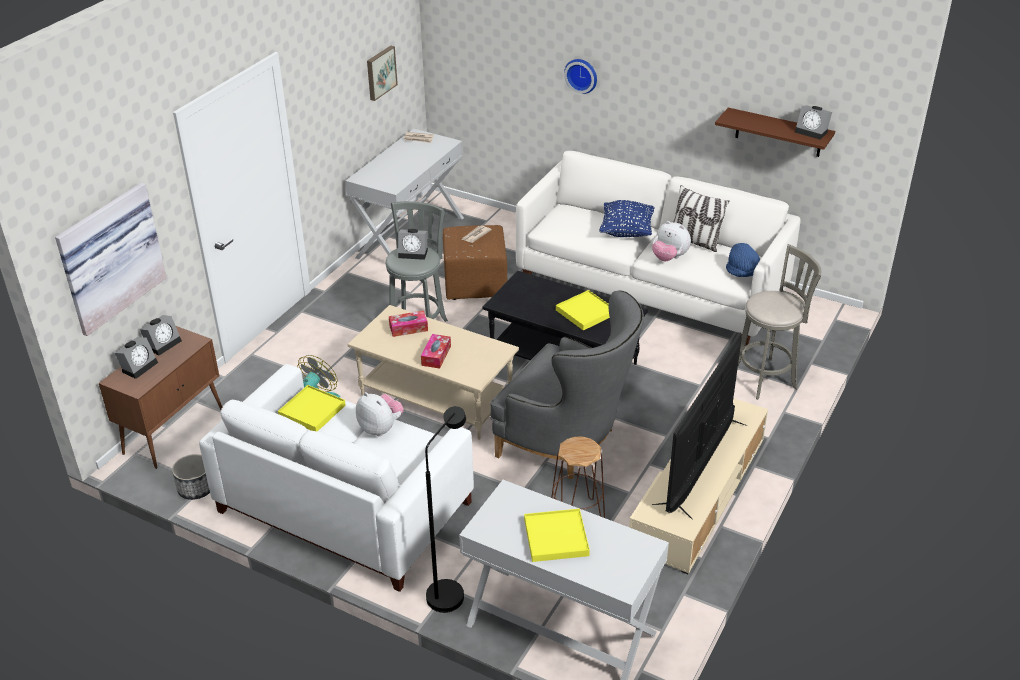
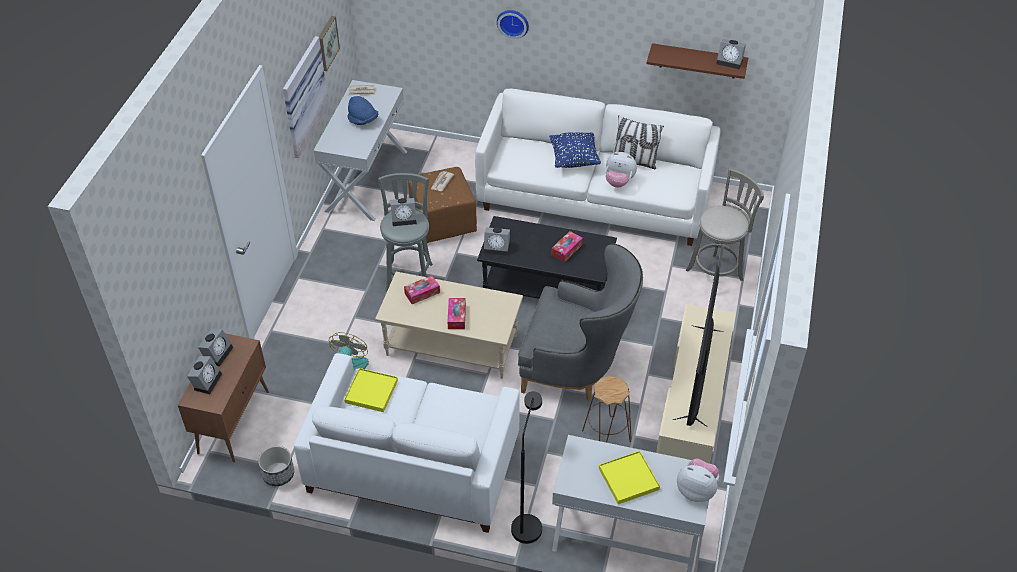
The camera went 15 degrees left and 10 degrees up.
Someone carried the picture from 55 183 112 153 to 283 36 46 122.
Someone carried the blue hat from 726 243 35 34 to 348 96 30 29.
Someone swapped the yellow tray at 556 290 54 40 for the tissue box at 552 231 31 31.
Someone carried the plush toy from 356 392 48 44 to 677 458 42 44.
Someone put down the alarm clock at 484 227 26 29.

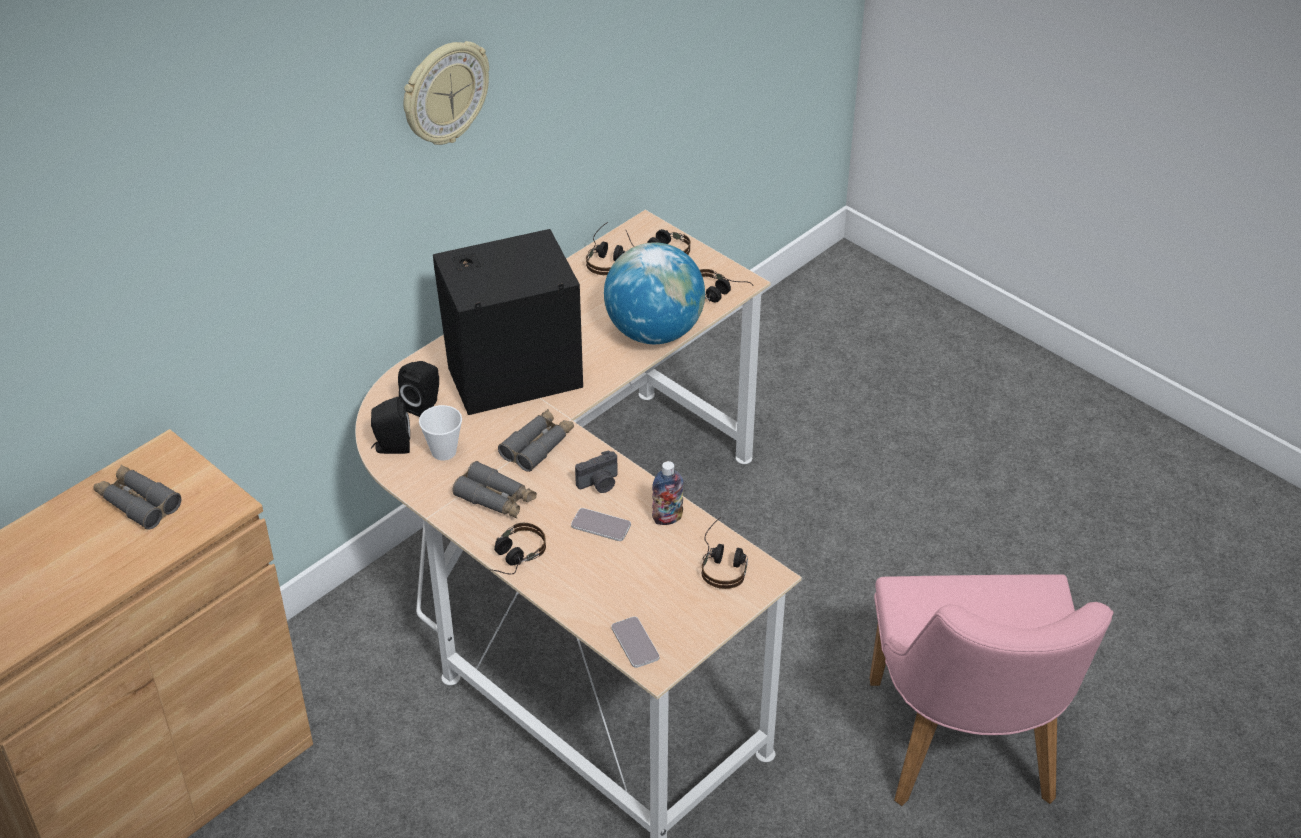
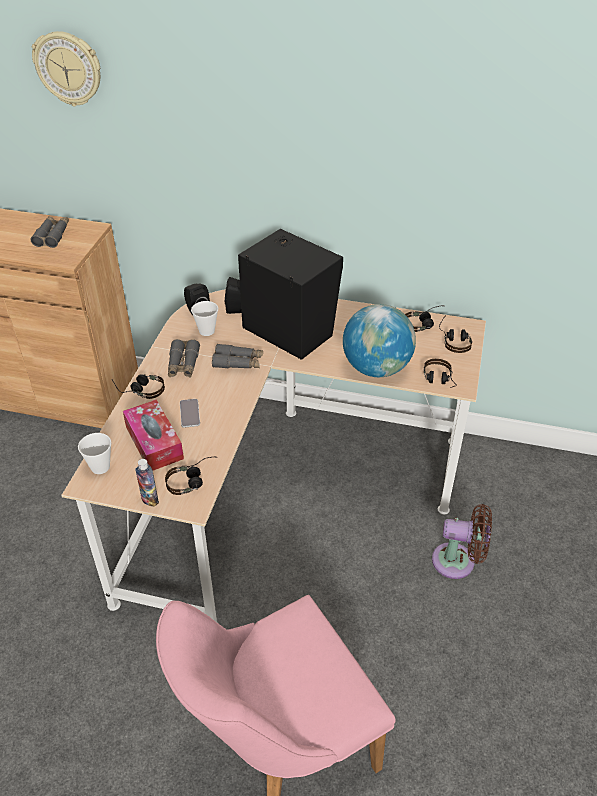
The camera went 60 degrees right and 0 degrees up.
Someone carried the wall clock from 403 41 86 104 to 32 31 68 76.
Someone took away the photo camera at 575 450 43 43.
Someone carried the bottle from 652 461 32 64 to 135 459 24 48.
Someone swapped the phone at 612 617 47 51 for the cup at 78 433 33 41.
Someone put down the tissue box at 123 400 61 70.
Someone put down the brown fan at 432 504 60 75.

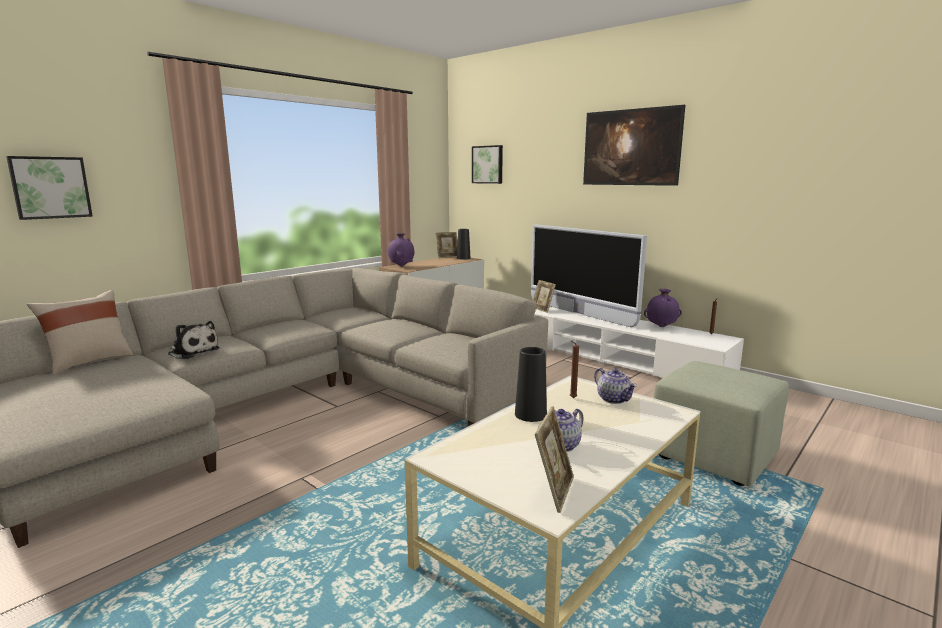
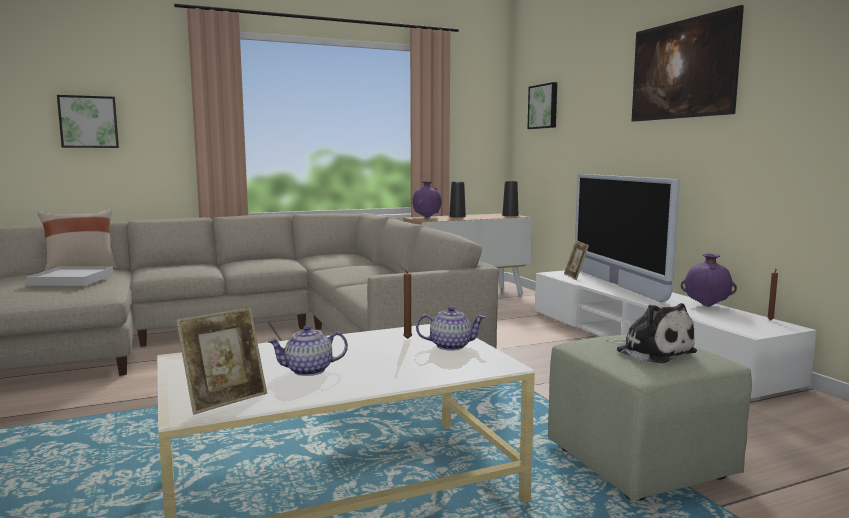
The camera went 25 degrees right and 5 degrees down.
Someone took away the picture frame at 436 232 22 26.
Someone carried the plush toy from 168 321 52 38 to 606 303 91 61.
Someone carried the black vase from 515 347 32 75 to 449 182 17 36.
Someone rotated the teapot at 594 368 43 36 by 90 degrees counterclockwise.
Someone put down the white tray at 26 267 88 19.

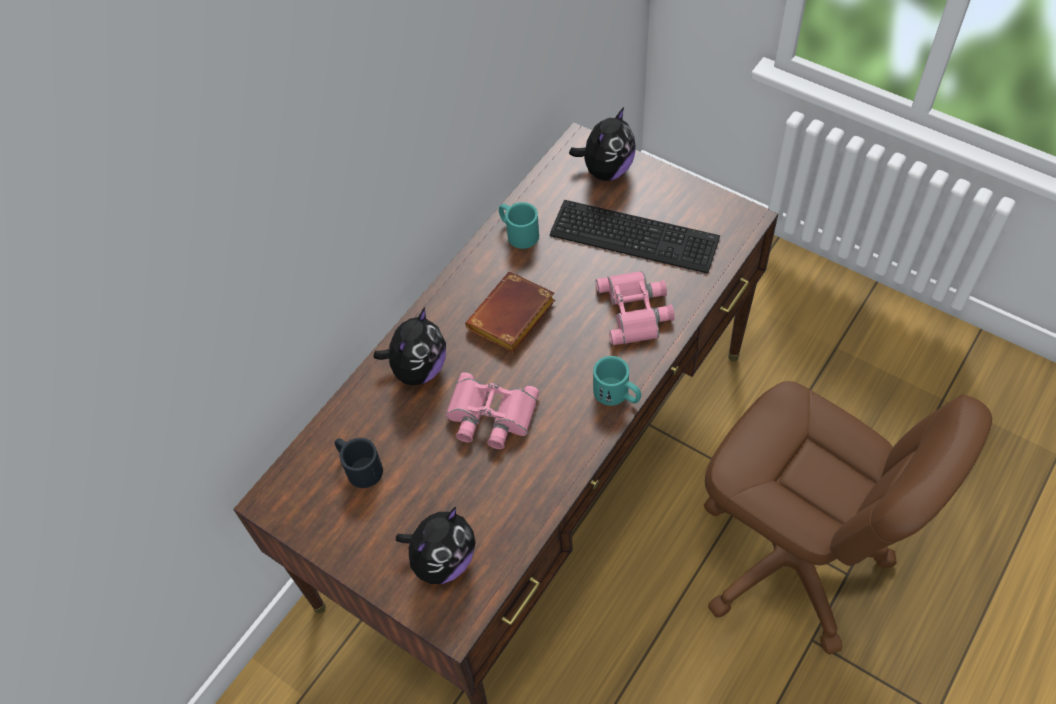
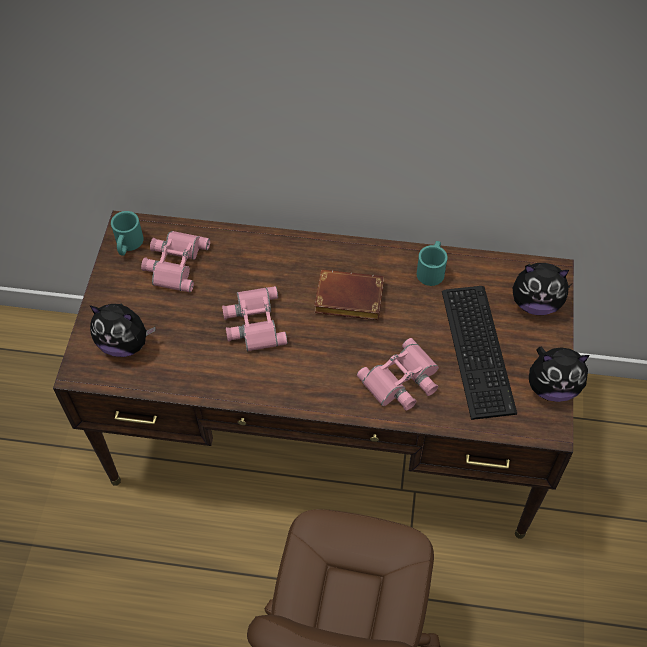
The camera went 60 degrees right and 0 degrees up.
Someone carried the plush toy from 373 307 73 78 to 529 346 61 56.
Someone carried the turquoise mug from 593 356 48 50 to 111 211 33 45.
Someone swapped the black mug at 334 438 49 50 for the pink binoculars at 141 231 69 61.

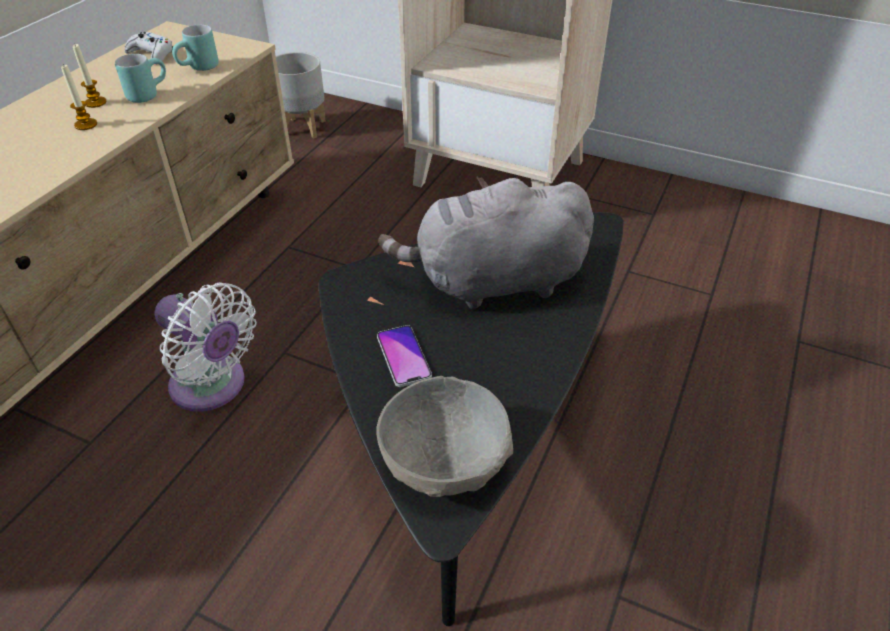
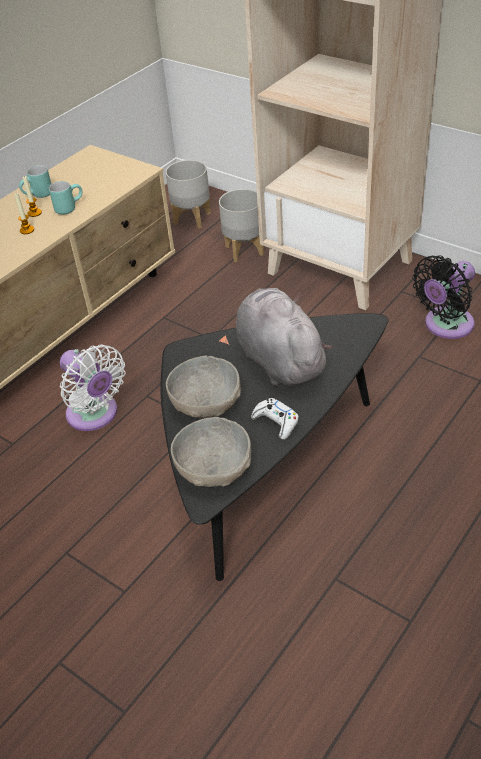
The camera went 15 degrees right and 0 degrees up.
Someone carried the turquoise mug from 172 25 47 46 to 19 165 32 33.
Someone carried the white game controller from 124 32 49 32 to 251 398 48 42.
Someone rotated the grey plush toy at 378 177 216 132 by 60 degrees clockwise.
Someone swapped the phone at 377 325 55 62 for the grey bowl at 166 356 75 62.
Someone put down the grey planter at 219 189 45 73.
Someone put down the black fan at 412 255 63 84.

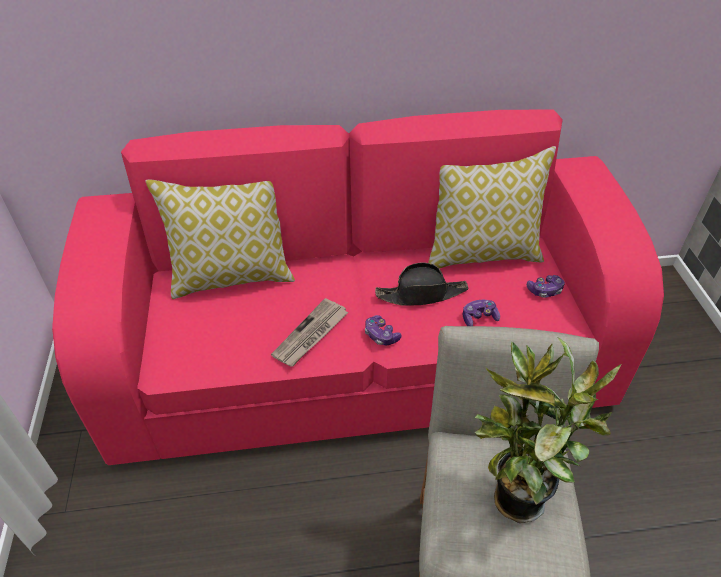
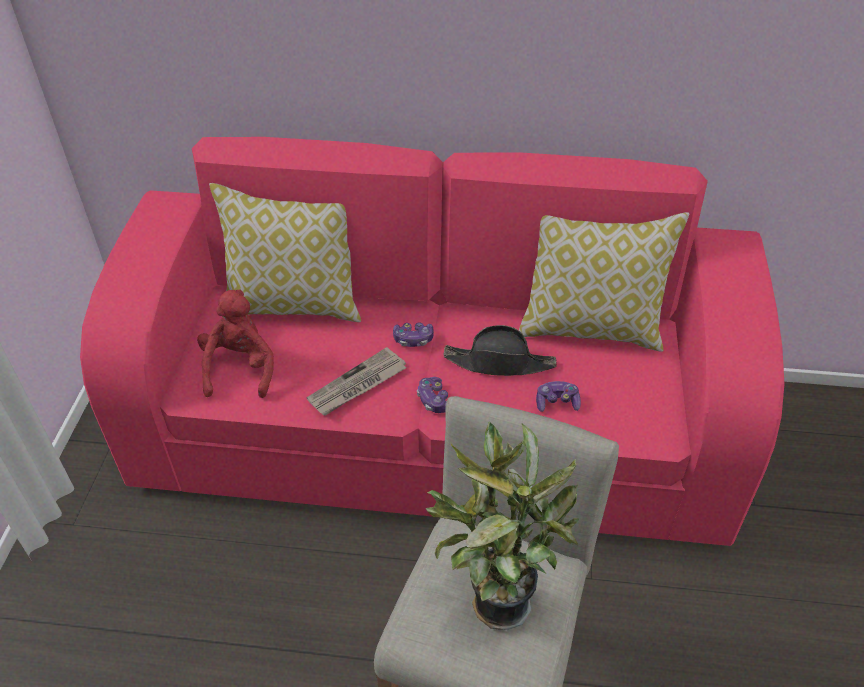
The camera went 15 degrees right and 0 degrees up.
Someone carried the game controller from 527 275 38 23 to 393 322 41 25.
Someone put down the red plush toy at 197 289 77 109.

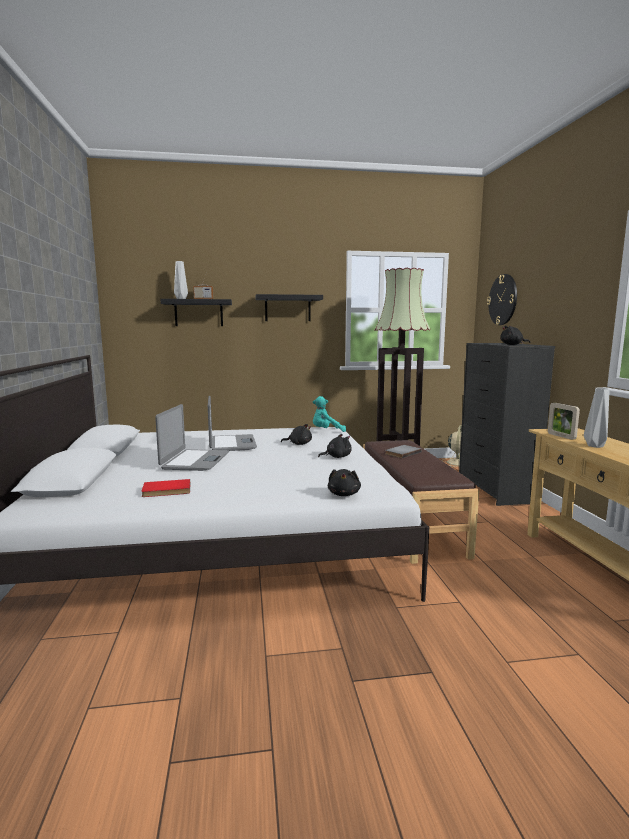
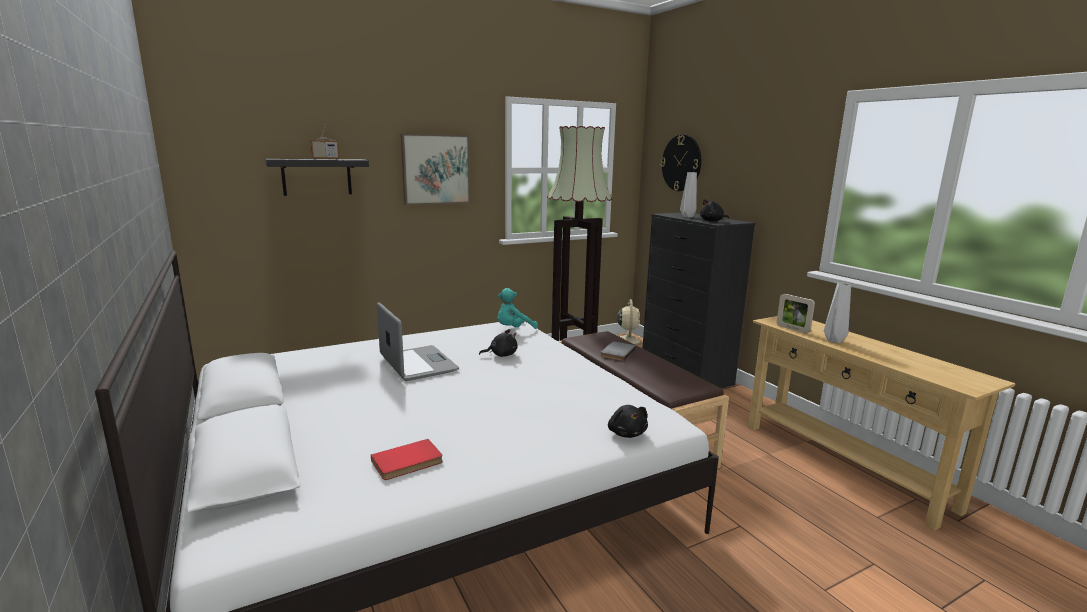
The camera went 20 degrees left and 5 degrees up.
Someone carried the grey vase from 174 261 14 38 to 680 172 17 46.
Someone swapped the black shelf at 255 294 68 27 for the picture at 401 134 69 71.
Someone took away the laptop at 155 404 74 67.
Someone took away the black plush toy at 318 434 34 24.

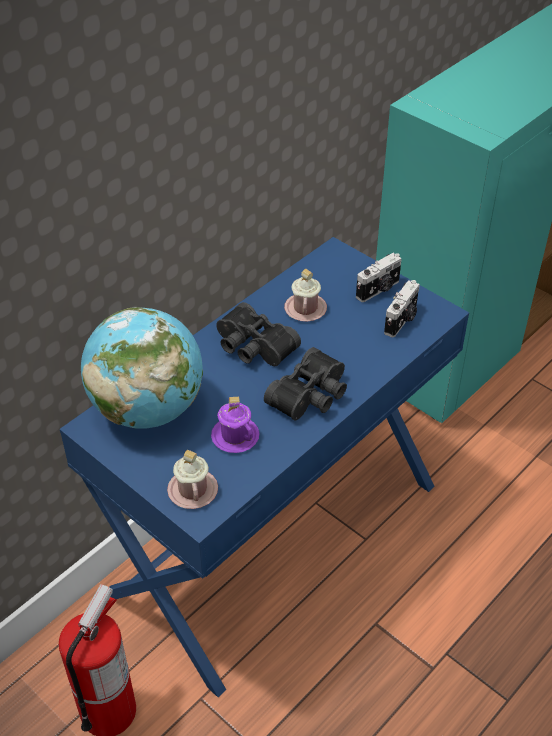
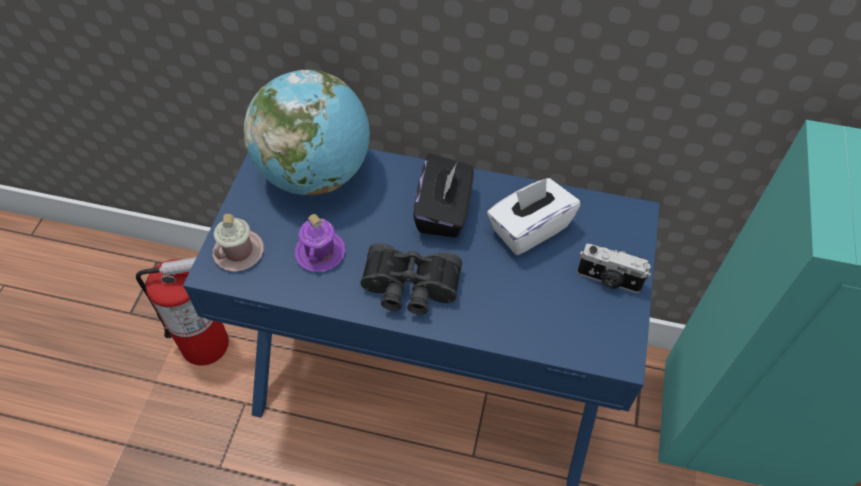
The camera went 60 degrees right and 10 degrees up.
Someone swapped the pink mug at 284 269 43 52 for the white tissue box at 487 178 93 77.
Someone took away the photo camera at 384 280 36 57.
Someone swapped the black binoculars at 216 302 85 64 for the black tissue box at 413 153 61 84.

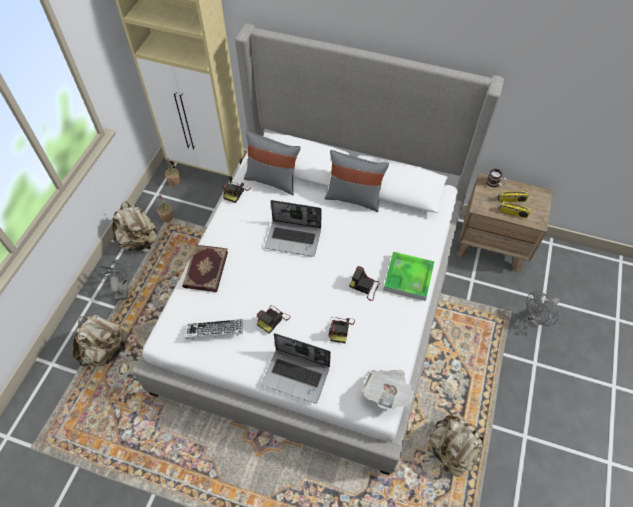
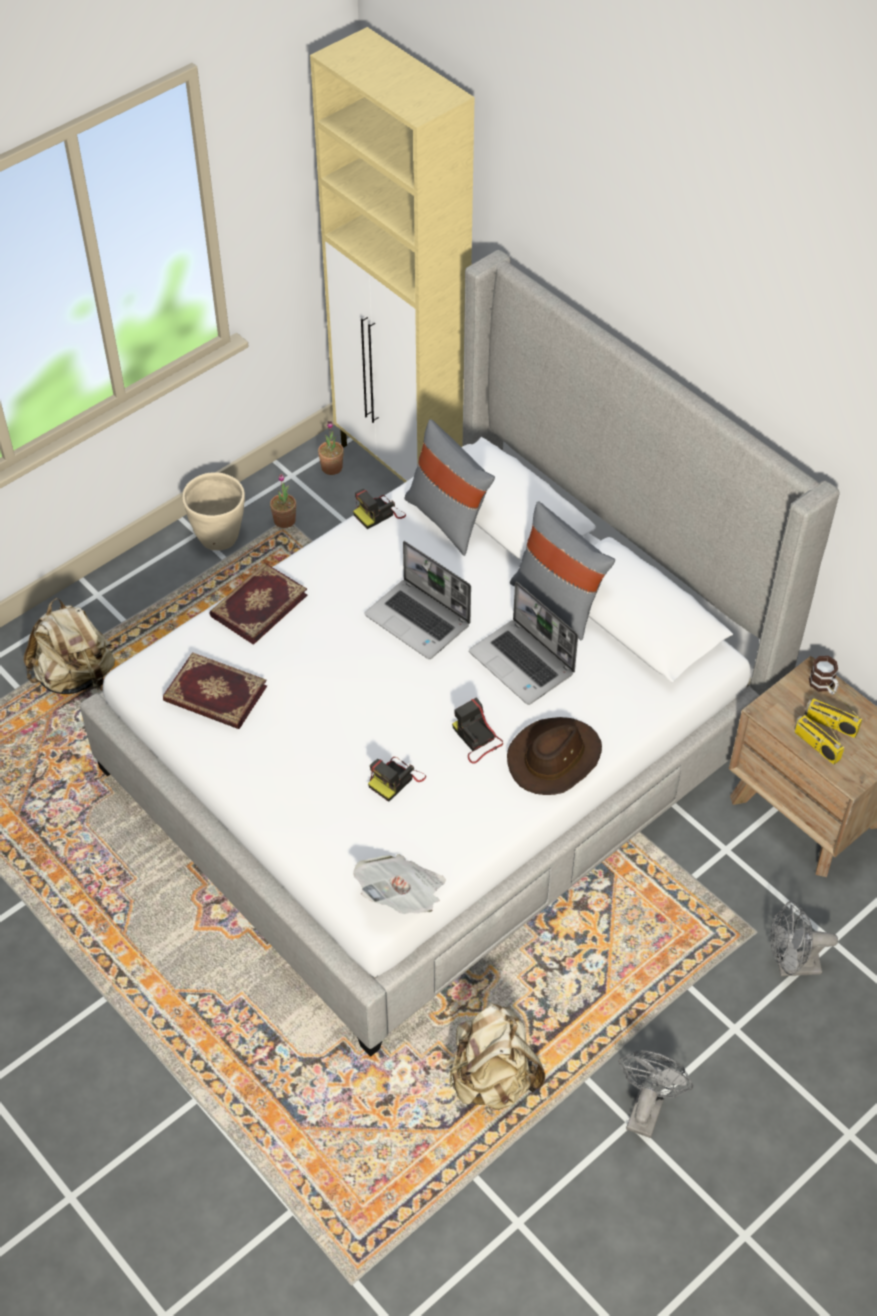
The camera went 30 degrees right and 5 degrees down.
Someone swapped the beige backpack at 112 201 45 51 for the beige planter at 182 472 63 78.
Someone swapped the tray at 383 252 51 49 for the brown hat at 507 717 95 78.
Someone carried the grey fan from 95 260 38 40 to 619 1050 74 88.
Someone took away the photo camera at 257 305 33 28.
Someone swapped the keyboard at 185 319 58 21 for the book at 163 652 104 77.
Someone carried the laptop from 262 333 69 70 to 469 582 109 123.

